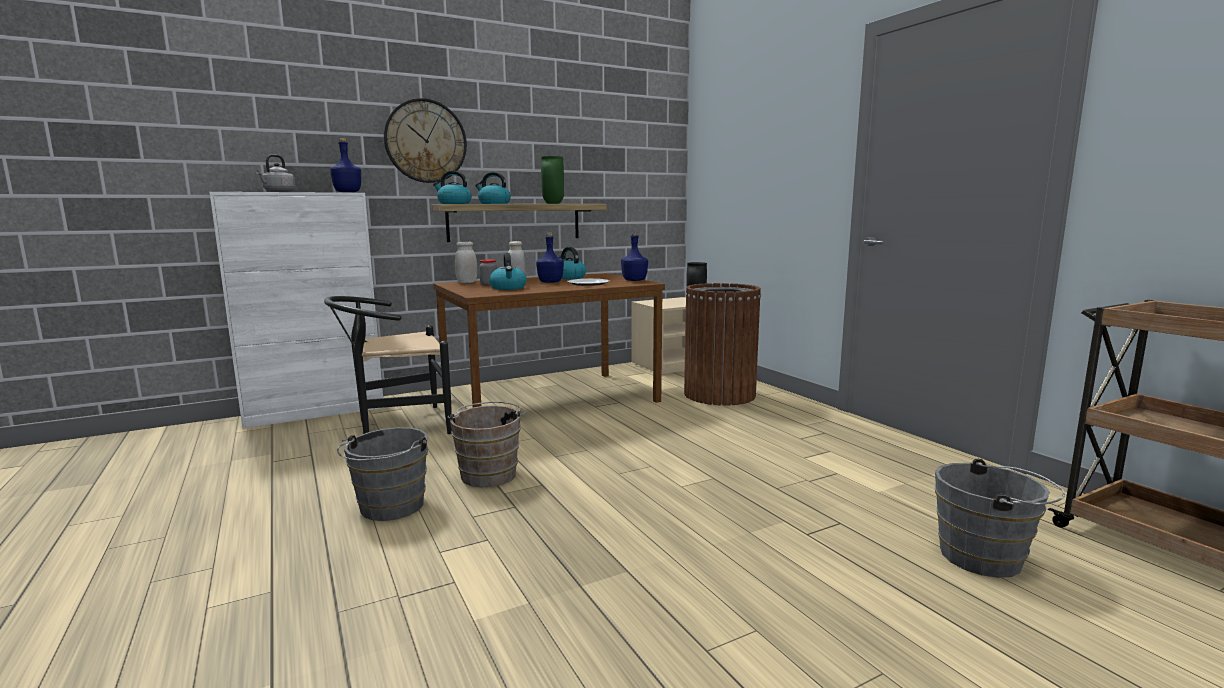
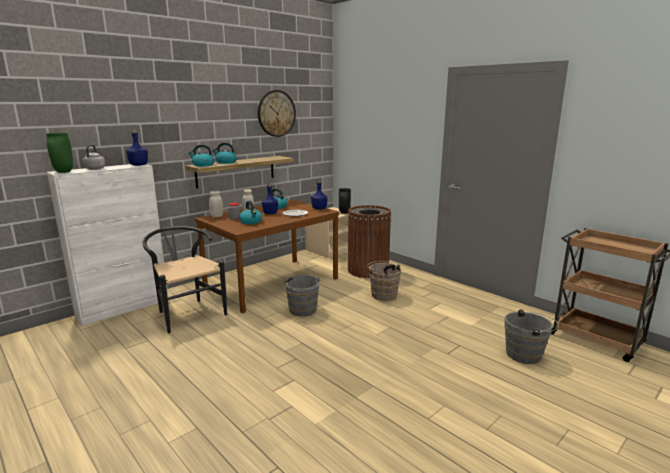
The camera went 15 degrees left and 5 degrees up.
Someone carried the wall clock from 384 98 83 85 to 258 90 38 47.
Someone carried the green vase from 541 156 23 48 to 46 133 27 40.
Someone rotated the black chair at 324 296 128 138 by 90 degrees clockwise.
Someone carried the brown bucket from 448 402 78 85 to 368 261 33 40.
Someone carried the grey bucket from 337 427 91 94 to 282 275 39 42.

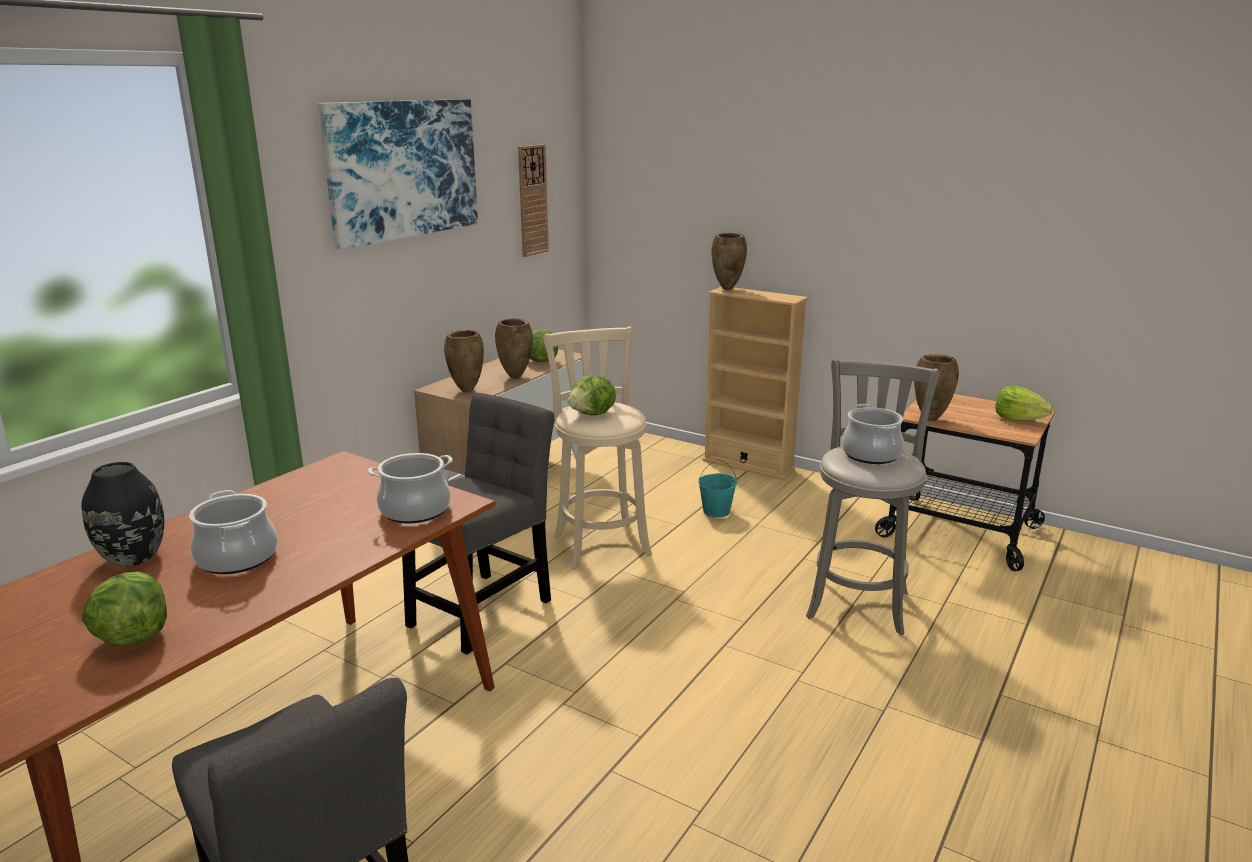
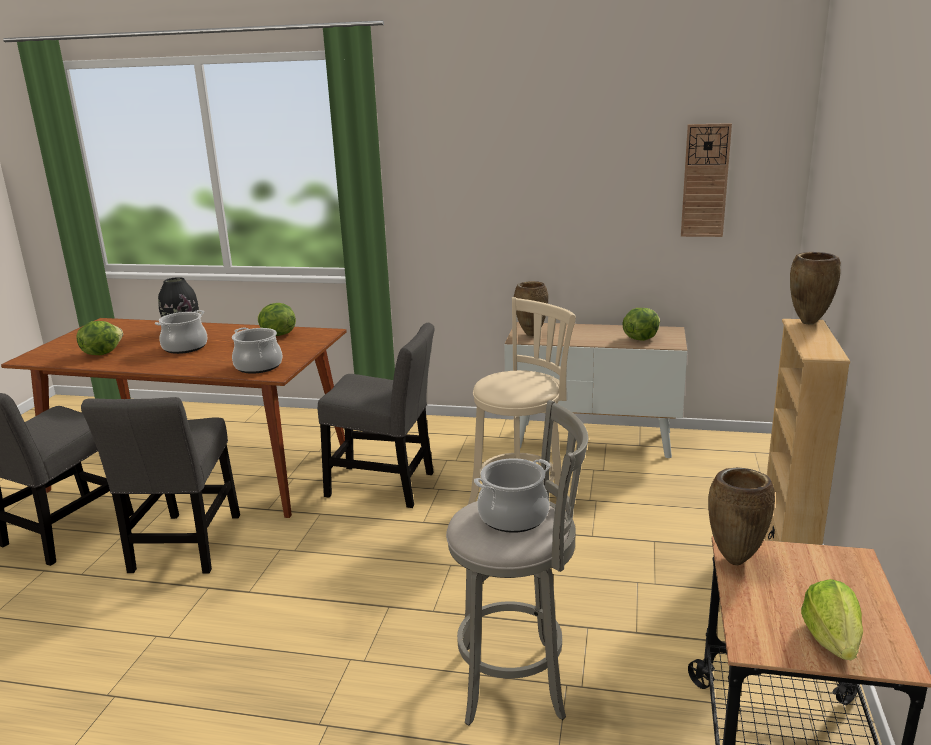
The camera went 70 degrees right and 0 degrees up.
Someone took away the picture at 318 99 160 151.
Someone took away the brown vase at 495 318 38 61.
Someone carried the lettuce from 568 375 48 40 to 257 303 39 33.
Someone took away the turquoise bucket at 698 459 39 59.
Someone put down the grey chair at 81 397 159 177.

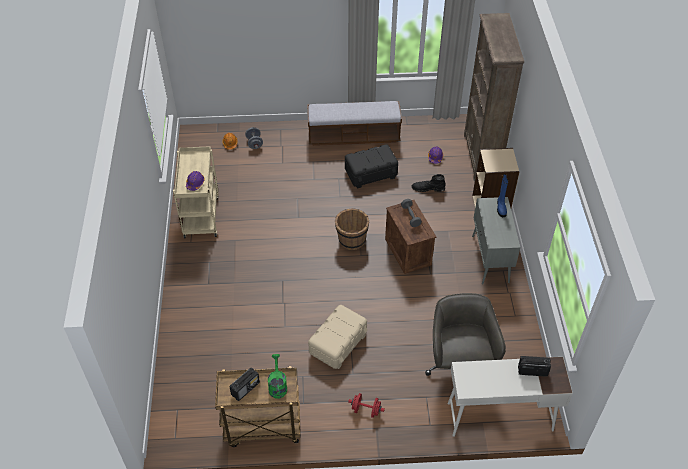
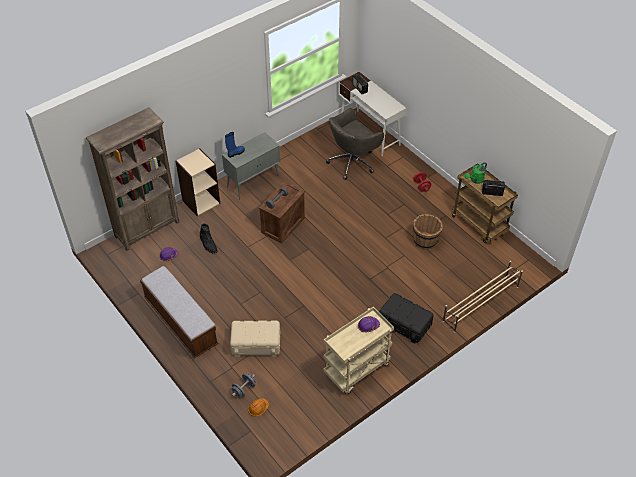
The camera went 125 degrees left and 0 degrees up.
Someone carried the black storage box from 345 144 53 45 to 379 293 55 51.
Someone carried the brown bucket from 335 208 34 42 to 413 214 30 36.
Someone carried the beige storage box from 308 305 60 64 to 230 321 50 36.
Someone put down the beige shoe rack at 442 261 81 72.

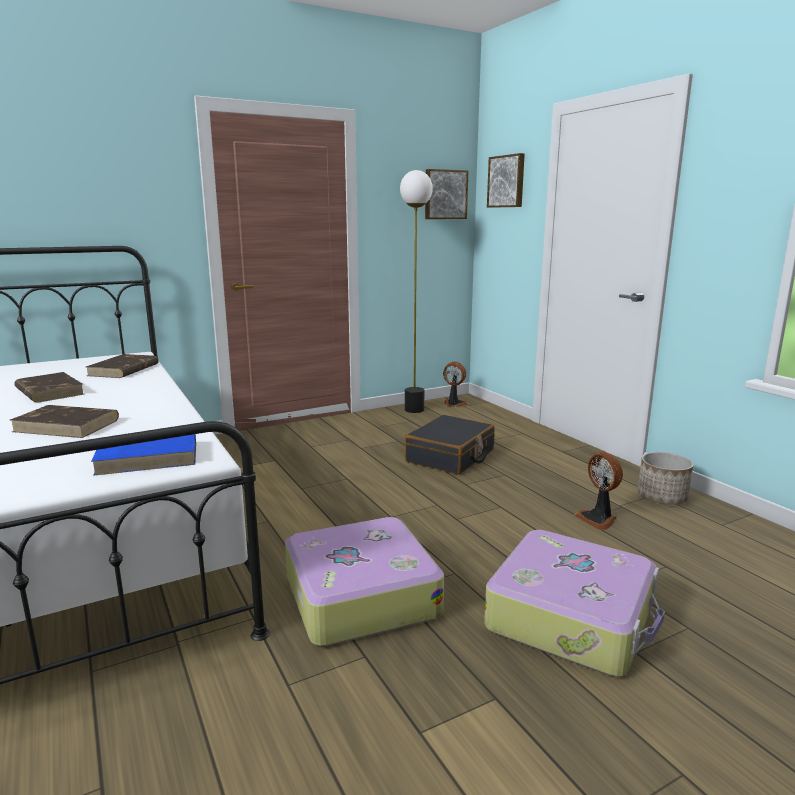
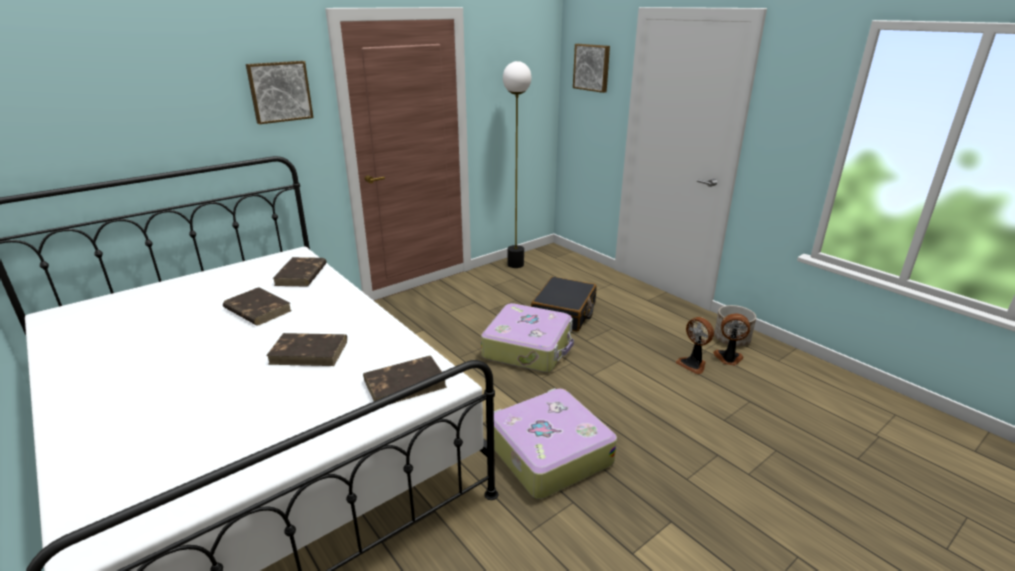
The camera went 10 degrees left and 10 degrees up.
Someone carried the picture from 425 169 44 50 to 246 61 68 63.
Someone carried the fan from 443 362 25 45 to 713 313 37 53.
Someone repainted the blue book at 91 434 105 42, which became the brown book at 363 355 84 49.
Someone carried the suitcase from 484 530 181 146 to 481 303 93 69.

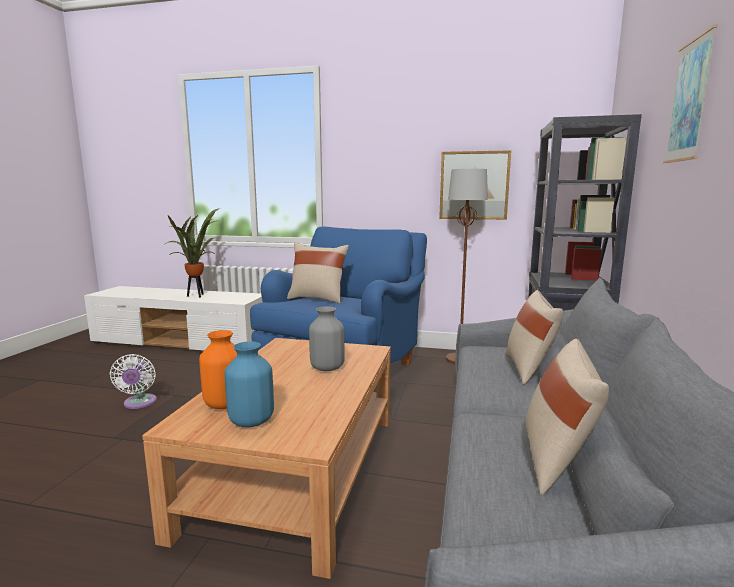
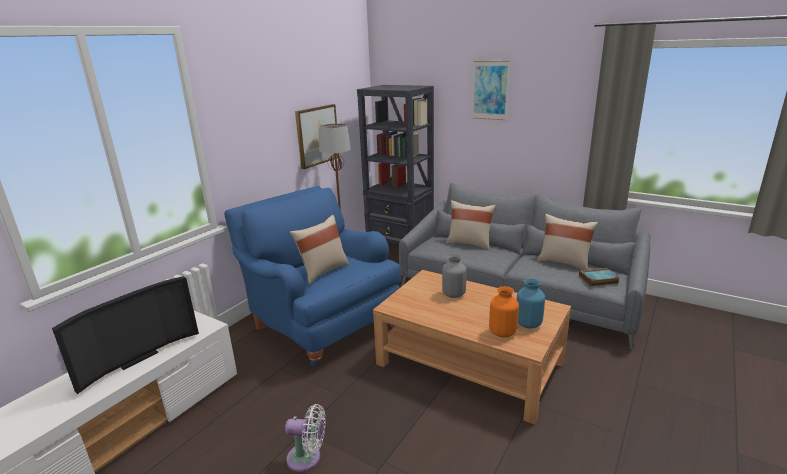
The camera went 70 degrees left and 10 degrees up.
Someone swapped the potted plant at 165 208 55 90 for the television at 52 276 147 118.
Someone put down the book at 579 268 41 18.

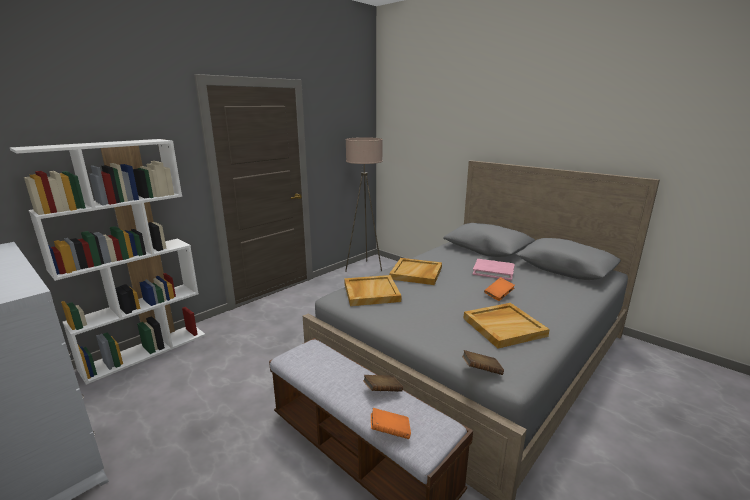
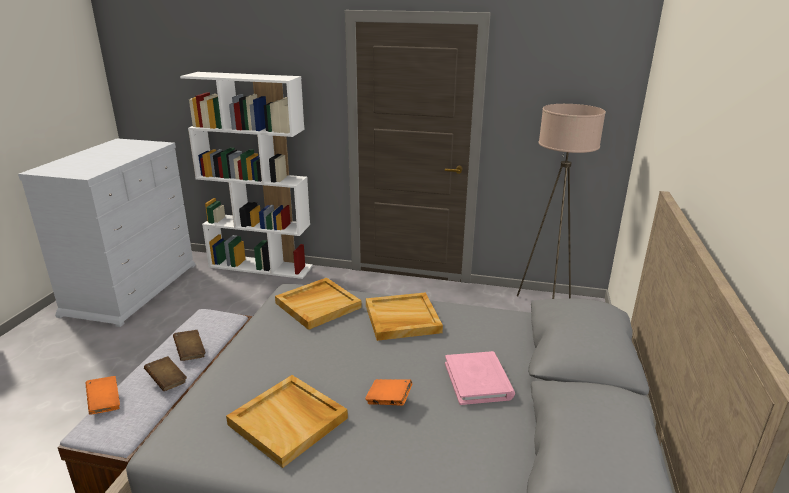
The camera went 60 degrees right and 5 degrees up.
Someone carried the brown book from 462 350 42 25 to 173 330 33 31.

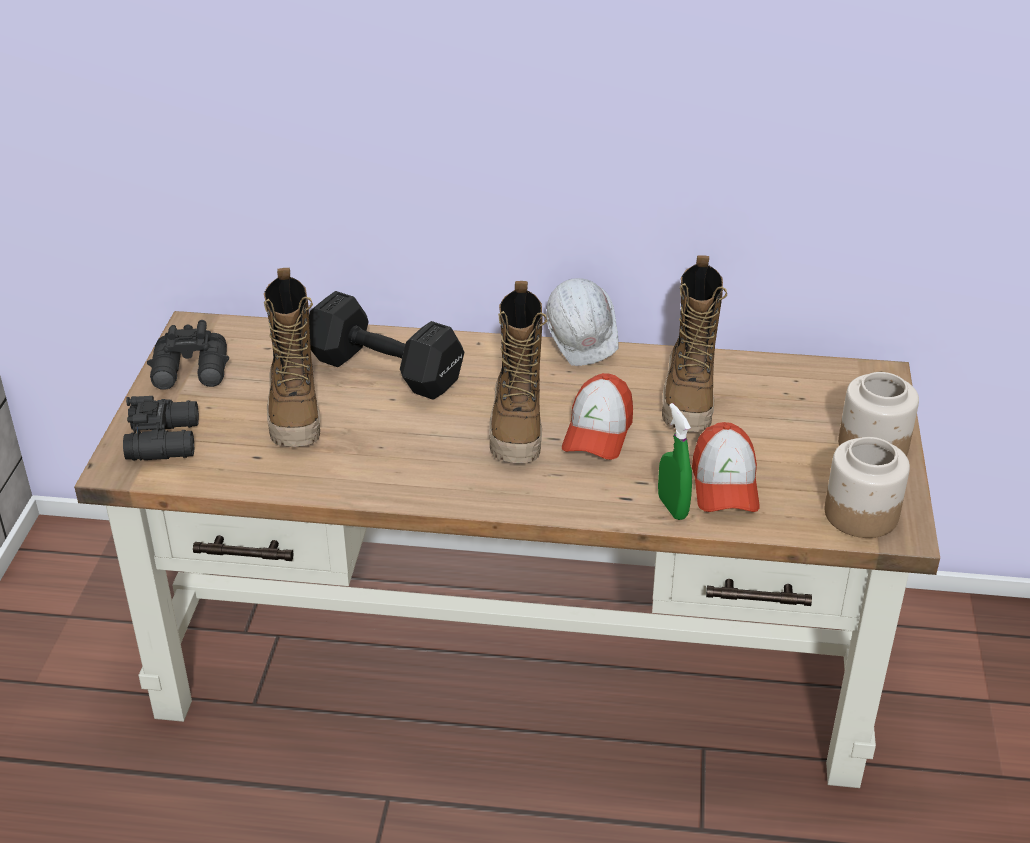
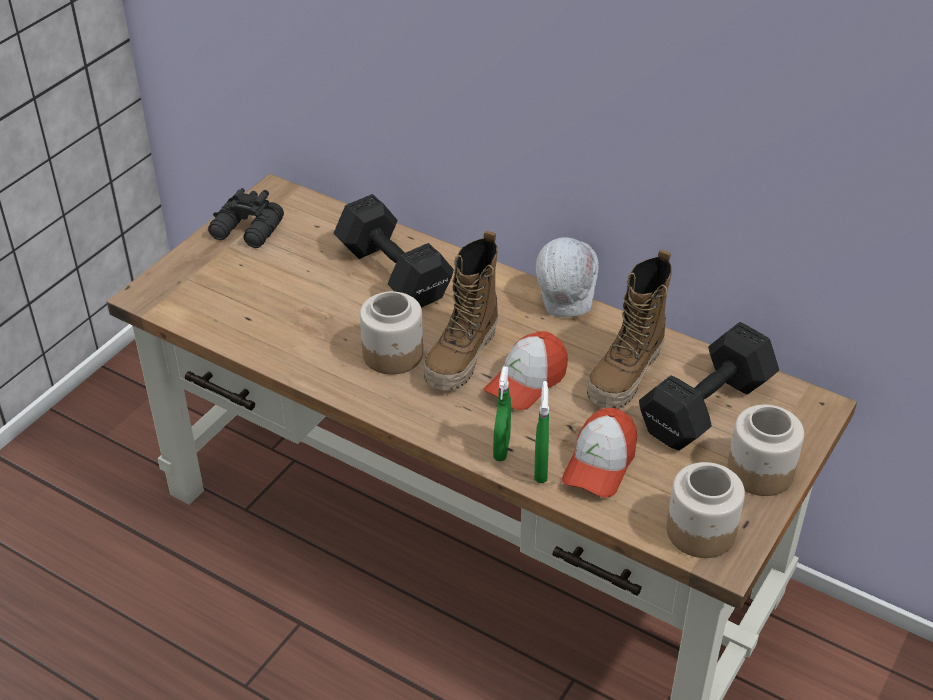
The camera went 25 degrees right and 5 degrees up.
Someone took away the boot at 264 268 56 179.
Someone took away the black binoculars at 123 396 76 65.
Someone put down the jar at 360 291 63 84.
Someone put down the black dumbbell at 639 322 140 129.
Someone put down the green spray bottle at 493 366 18 95.

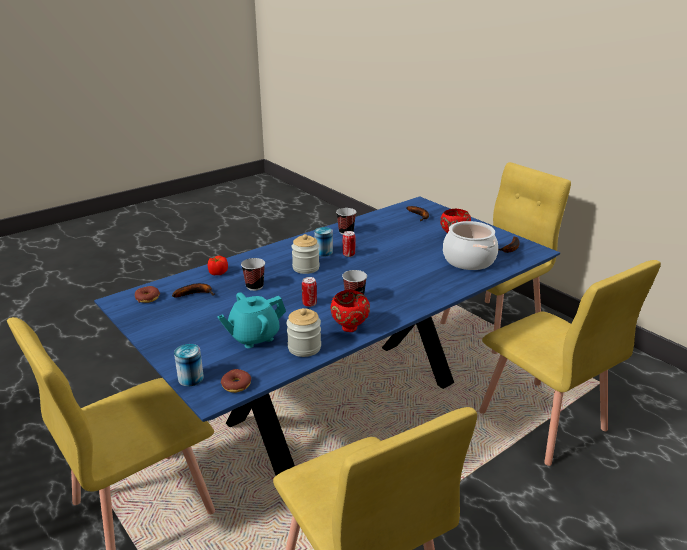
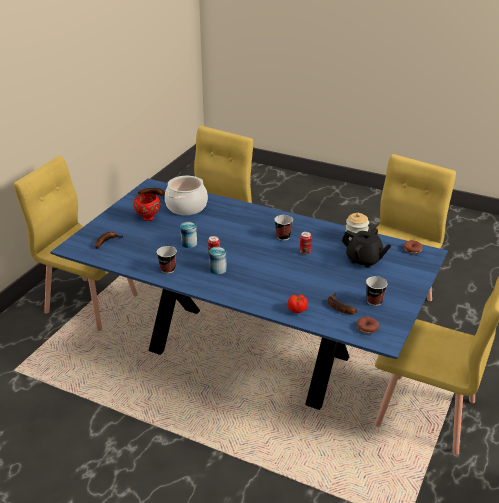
The camera went 115 degrees left and 5 degrees up.
Someone took away the jar at 292 234 28 40.
Someone carried the cup from 241 258 24 33 to 366 276 22 30.
Someone took away the red bowl at 331 290 39 42.
Someone repainted the turquoise teapot at 217 292 69 56, which became the black teapot at 342 228 50 40.
Someone carried the can from 174 344 30 42 to 180 222 17 26.

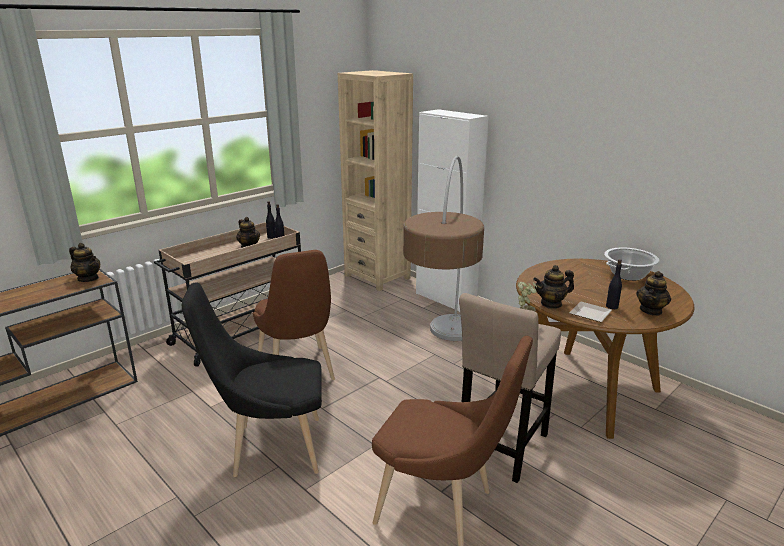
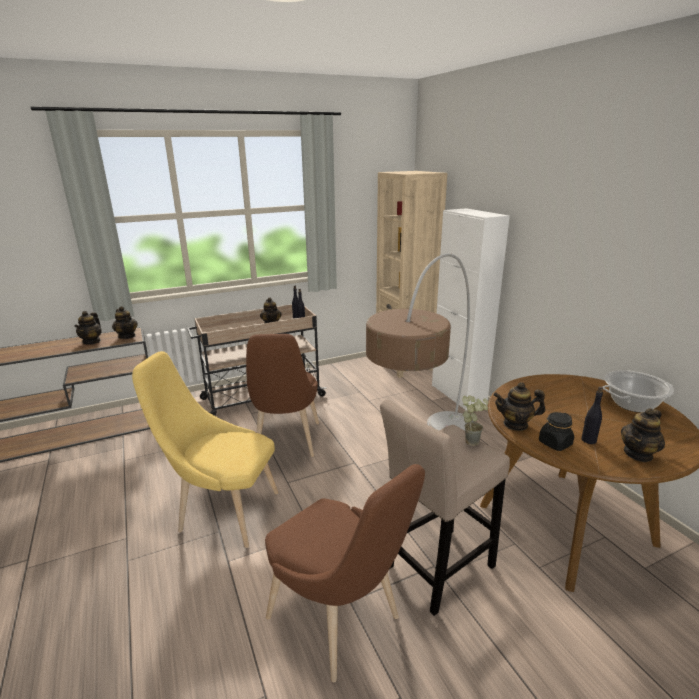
The camera went 20 degrees right and 0 degrees up.
Someone repainted the black chair at 182 282 140 195, which became the yellow chair at 132 351 146 197.
Someone swapped the plate at 569 302 43 20 for the black jar at 539 412 35 39.
Someone put down the teapot at 74 311 28 34.

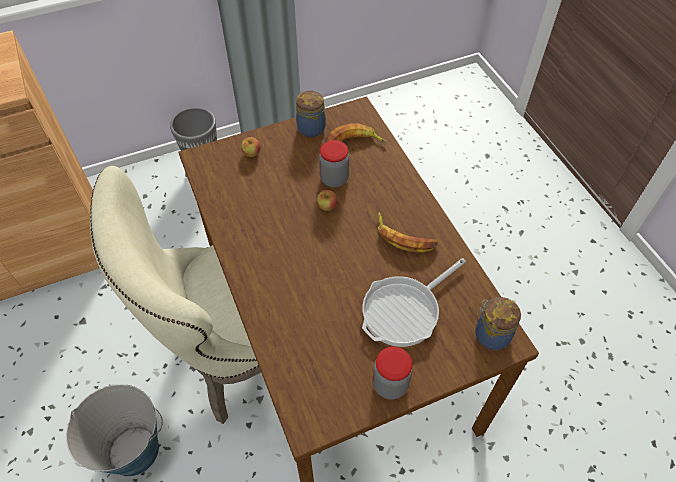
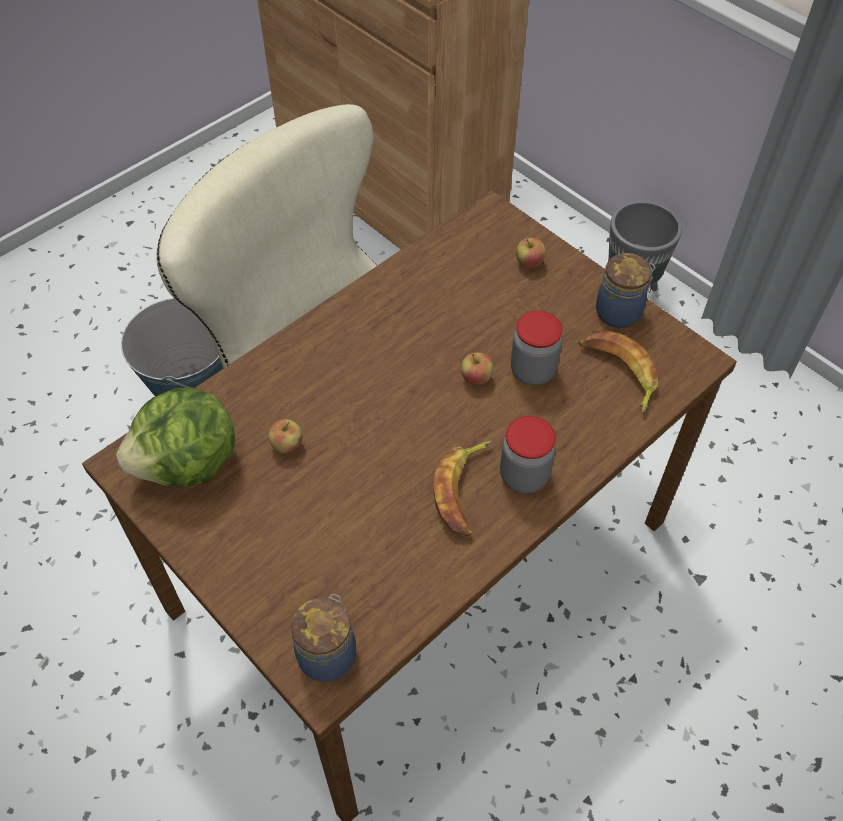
The camera went 70 degrees right and 0 degrees up.
Someone took away the frying pan at 362 258 104 89.
Someone carried the jar from 373 347 40 53 to 500 416 56 78.
Someone put down the lettuce at 116 387 119 100.
Someone put down the apple at 268 419 34 35.

